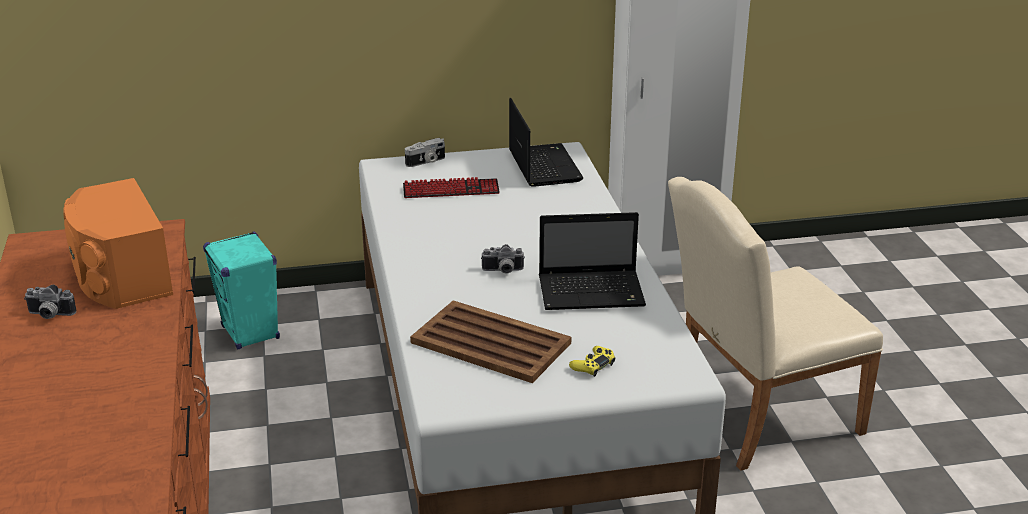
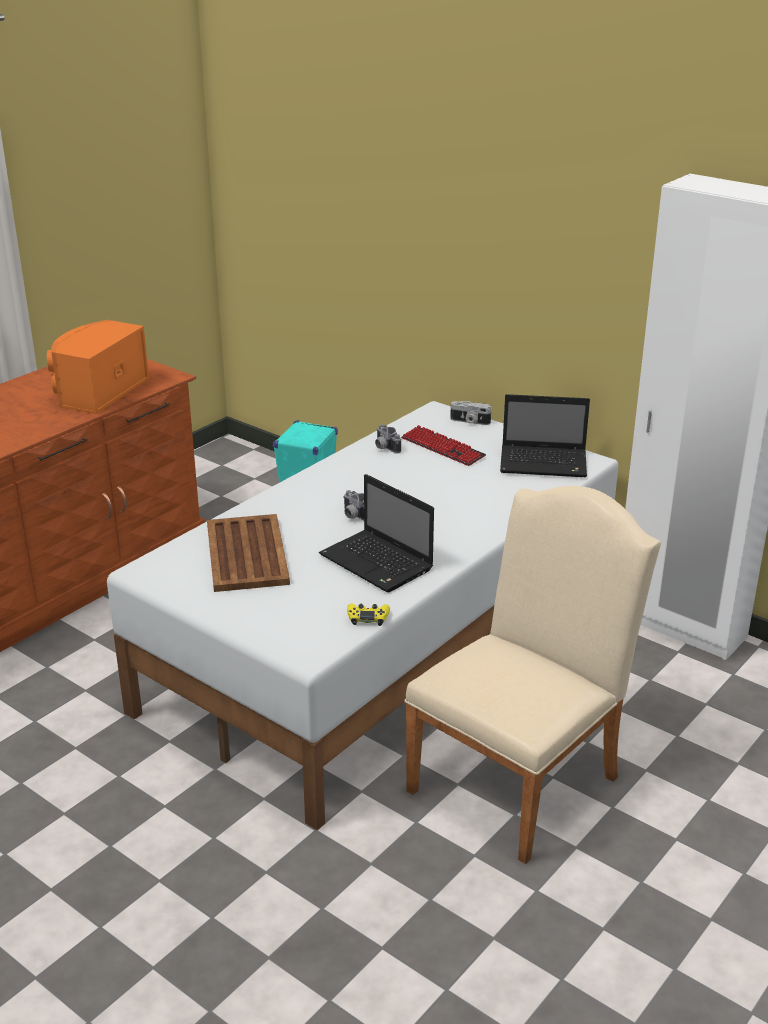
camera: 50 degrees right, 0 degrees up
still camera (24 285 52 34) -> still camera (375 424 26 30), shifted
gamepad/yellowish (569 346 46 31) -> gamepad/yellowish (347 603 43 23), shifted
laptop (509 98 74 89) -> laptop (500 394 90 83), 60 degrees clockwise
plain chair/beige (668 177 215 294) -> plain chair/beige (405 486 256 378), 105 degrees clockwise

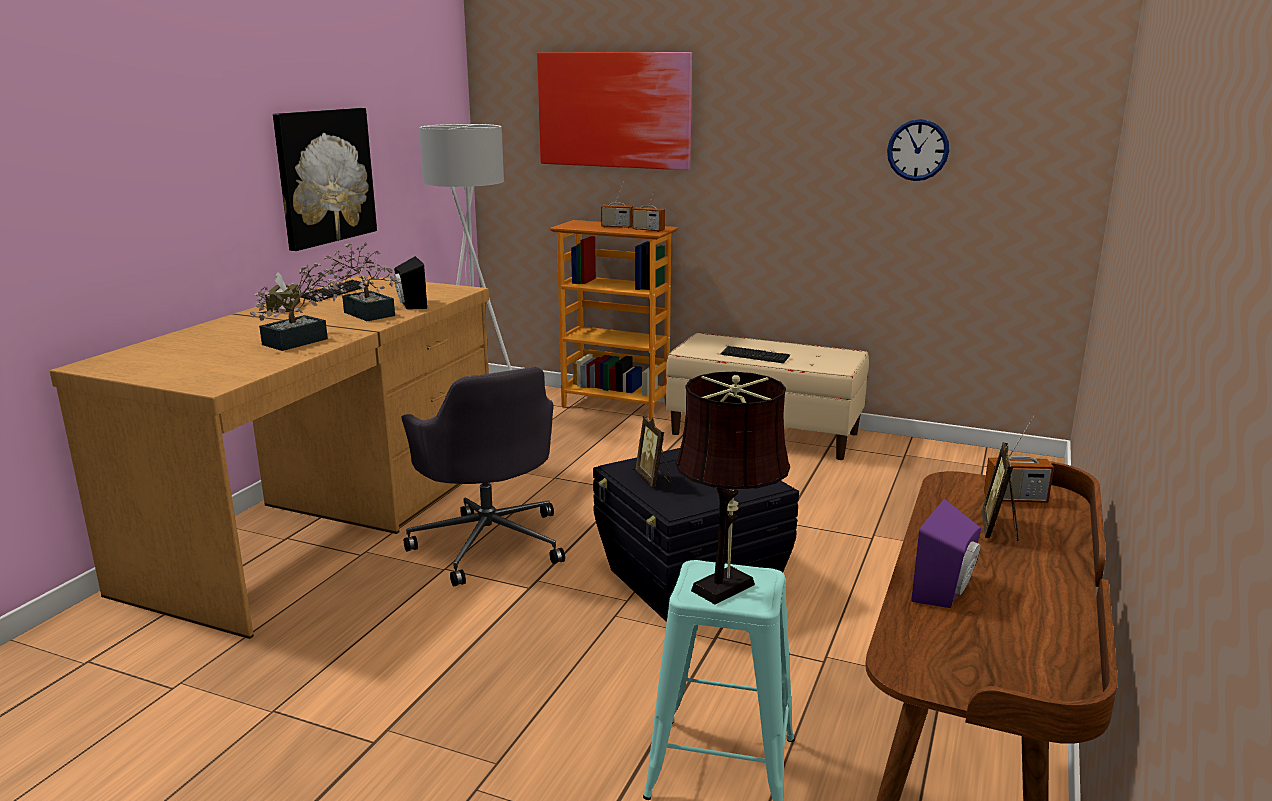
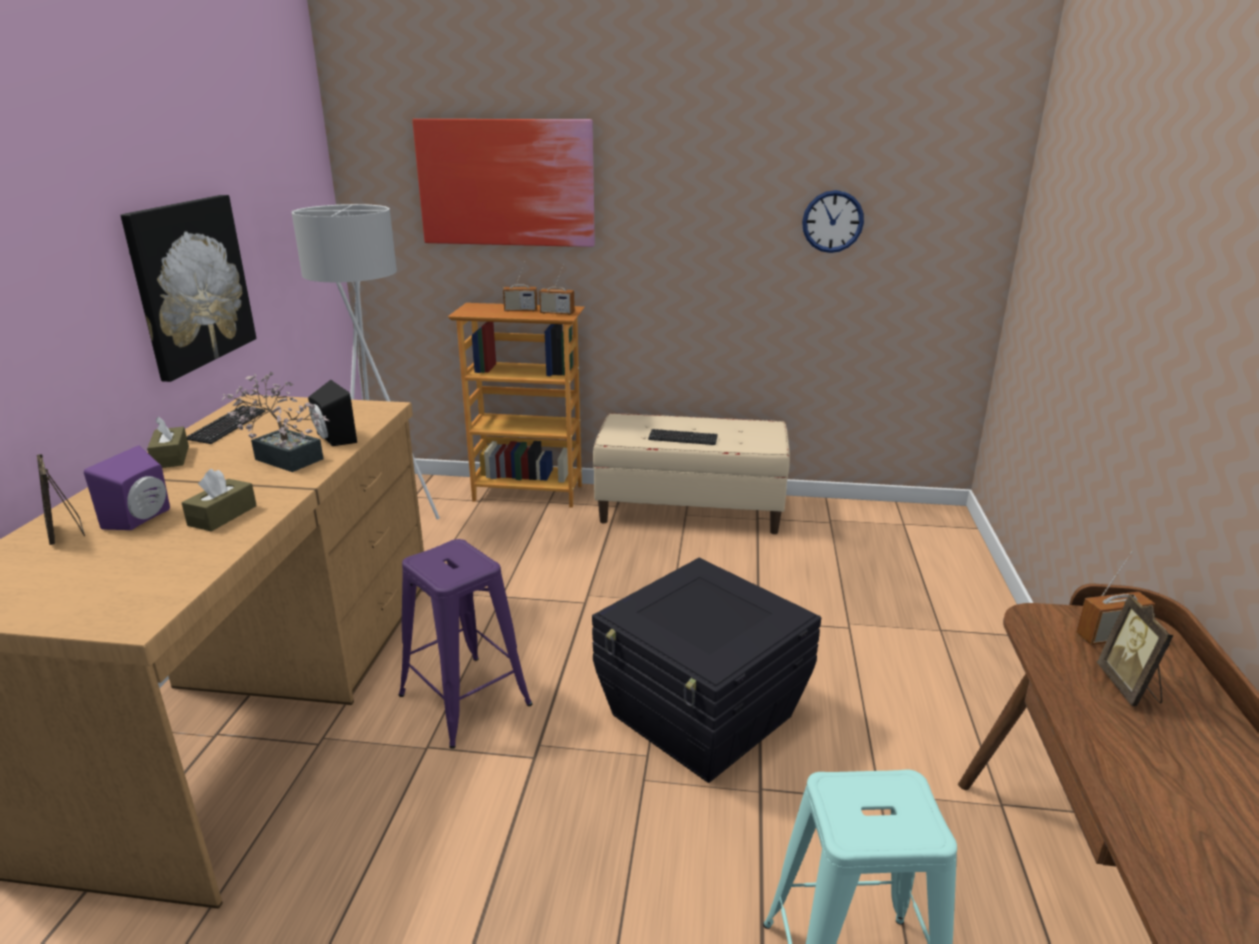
camera: 15 degrees left, 5 degrees up
table lamp/brownish (676 372 114 233) -> none
picture frame (636 417 36 70) -> picture frame (37 454 48 91), shifted
loudspeaker/purplish (911 499 70 109) -> loudspeaker/purplish (84 445 86 85), shifted
houseplant (250 263 89 88) -> tissue holder/brownish (182 469 75 63)
computer chair/grey (401 366 164 221) -> stool/purplish (399 539 133 210)

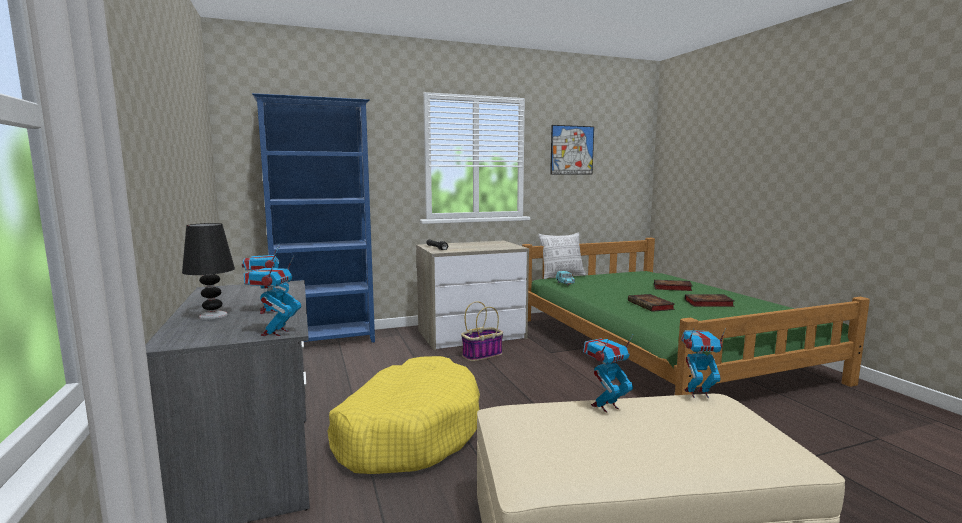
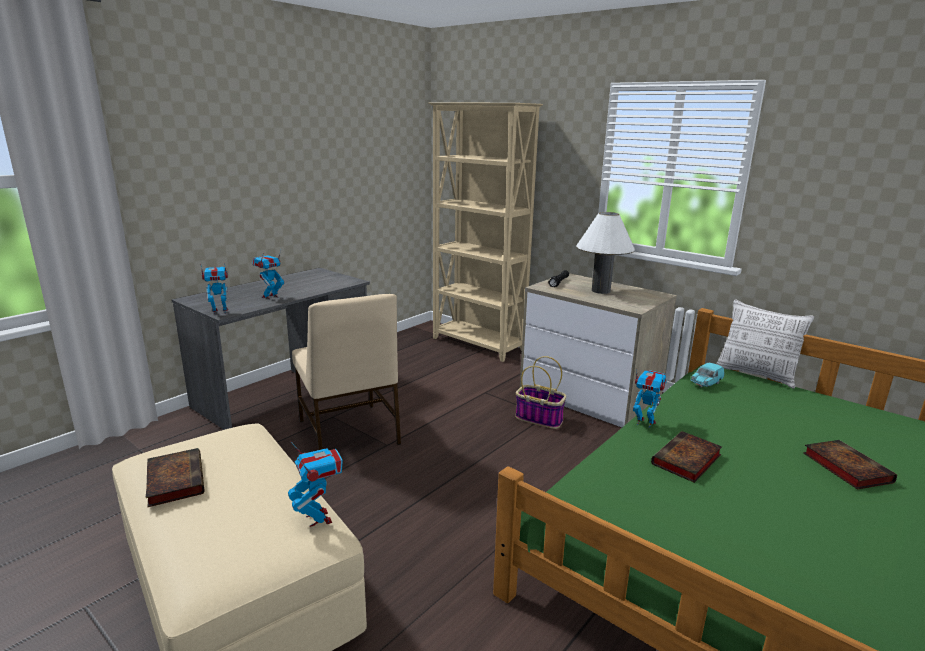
camera: 60 degrees right, 10 degrees up
table lamp/black-coloured (182 223 53 97) -> none
wall art (550 125 44 50) -> none
none -> table lamp/whitish (576 212 59 82)
model robot (583 335 50 77) -> model robot (633 368 34 60), shifted
bound book (685 294 50 13) -> bound book (146 448 58 59), shifted
dog bed/yellowish (327 356 153 118) -> plain chair/beige (292 294 109 156)
shelving unit/blue (252 93 123 250) -> shelving unit/beige (428 103 115 259)

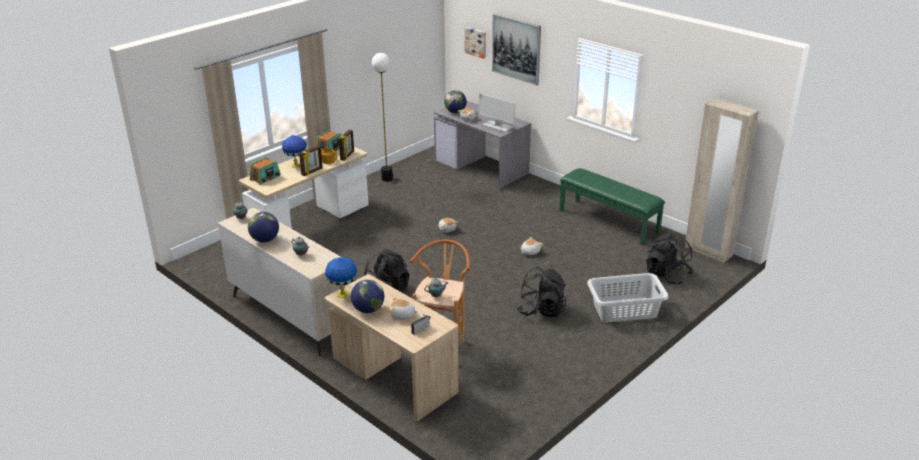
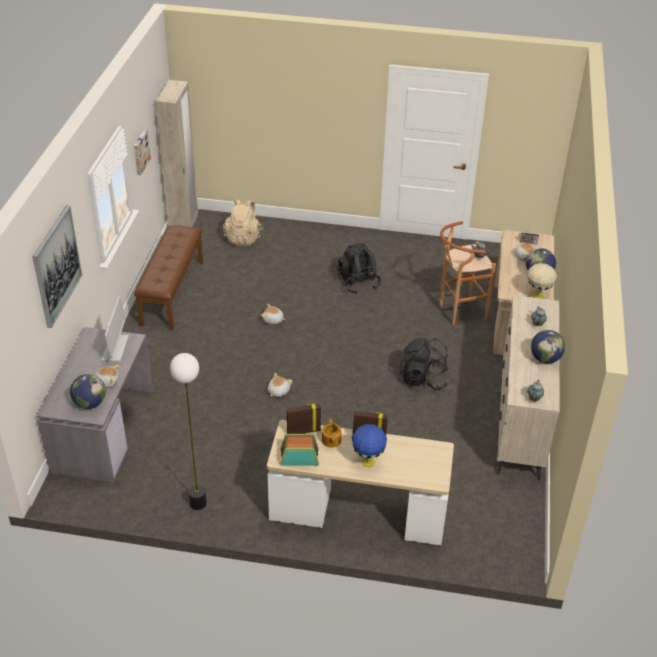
camera: 125 degrees left, 10 degrees up
radio receiver (250 157 31 28) -> none
laundry basket/grey (587 273 82 49) -> none
wall art (464 27 22 32) -> wall art (134 129 17 46), shifted
table lamp/blue (325 257 32 41) -> table lamp/beige (528 263 29 36)
bench/green-coloured (559 168 106 77) -> bench/brownish (134 225 69 105)
knapsack/black-coloured (646 233 47 51) -> knapsack/beige (223 199 40 47)

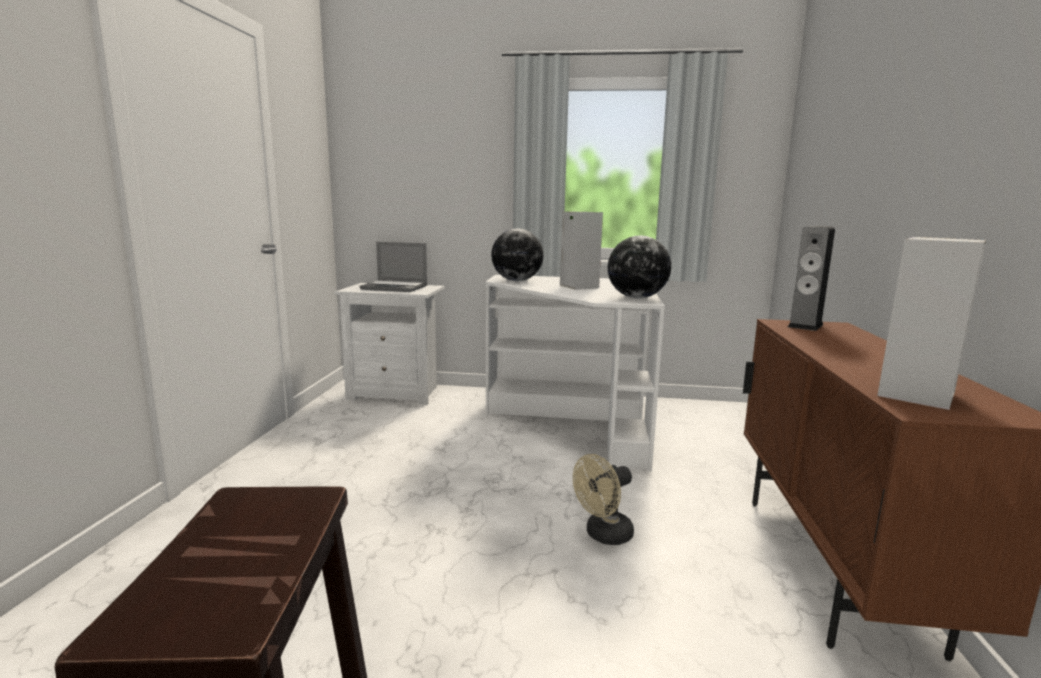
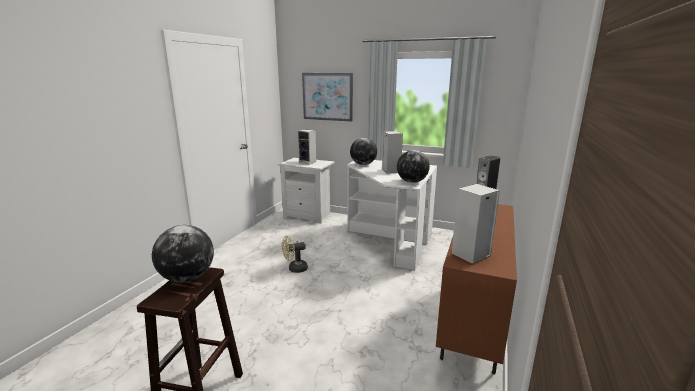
camera: 15 degrees right, 5 degrees up
none -> desk globe (152 225 62 57)
none -> wall art (302 73 51 49)
cooling fan/beige (573 454 61 91) -> cooling fan/beige (282 236 26 37), shifted
laptop (360 242 67 50) -> loudspeaker (298 129 18 36)

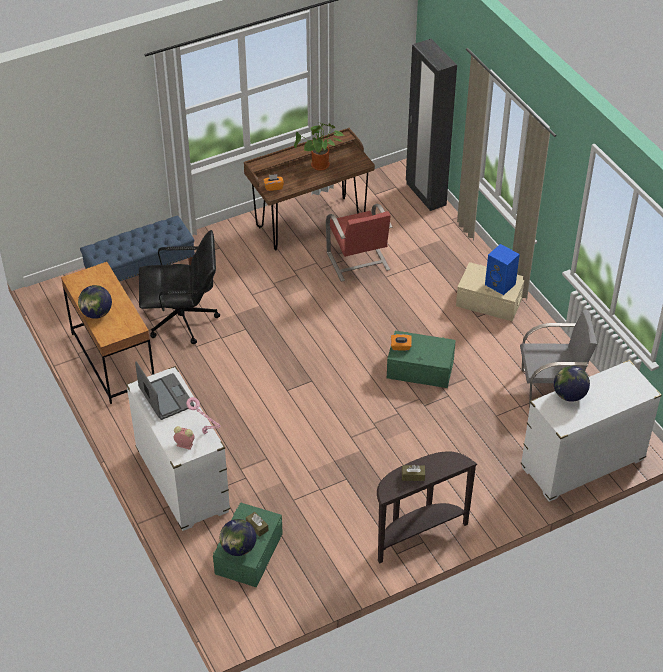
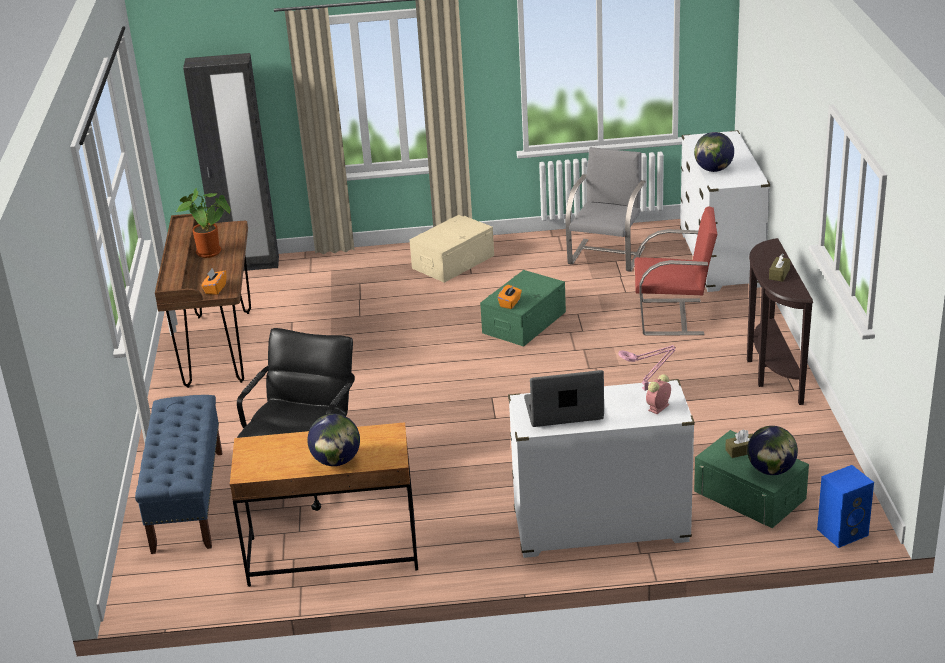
camera: 65 degrees left, 15 degrees down
plain chair/reddish (326 204 66 77) -> plain chair/reddish (634 206 83 130), shifted
loudspeaker/blue (485 244 35 51) -> loudspeaker/blue (817 465 57 83), shifted

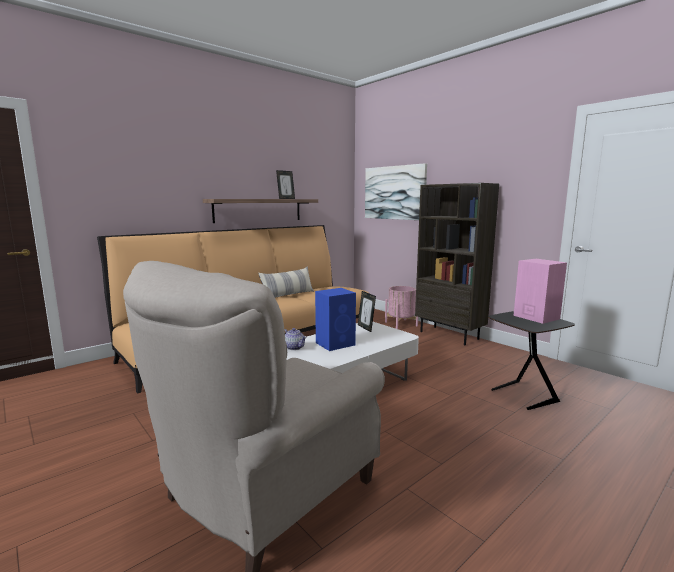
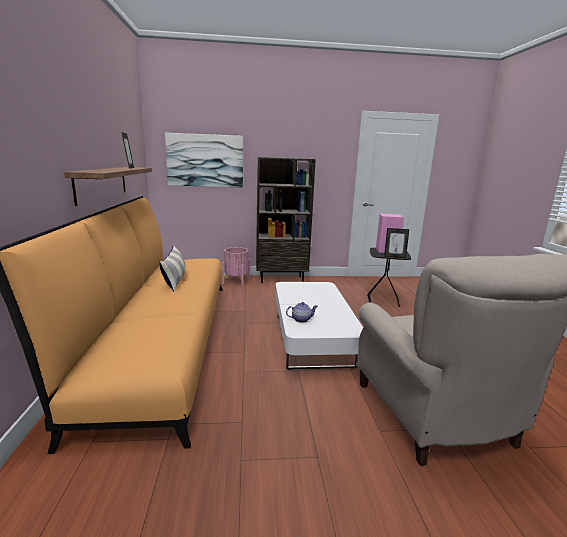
camera: 55 degrees left, 5 degrees up
loudspeaker/blue (315 288 41 63) -> none
picture frame (358 291 18 41) -> picture frame (384 228 25 30), shifted

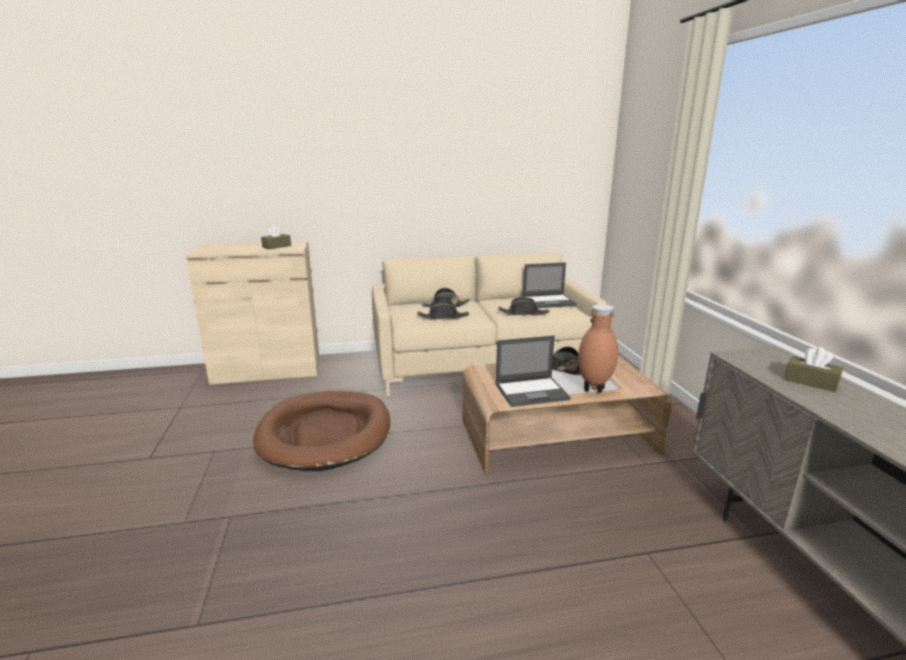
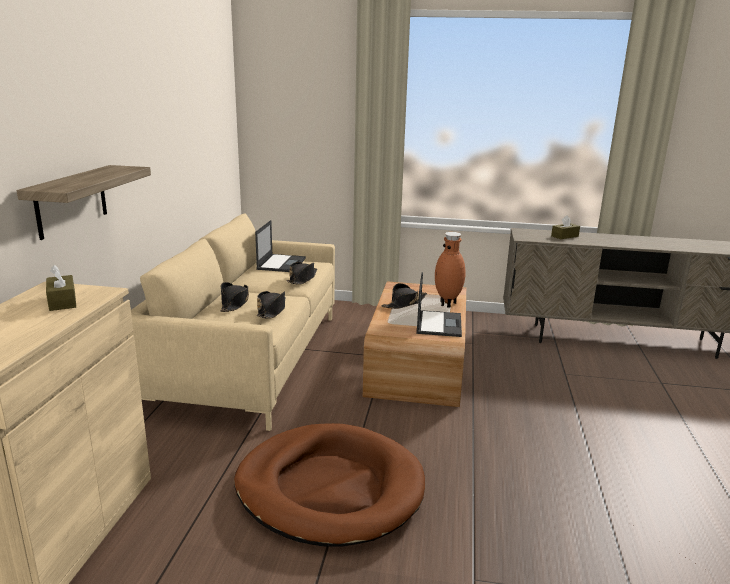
camera: 70 degrees left, 0 degrees up
none -> shelf (17 165 134 75)

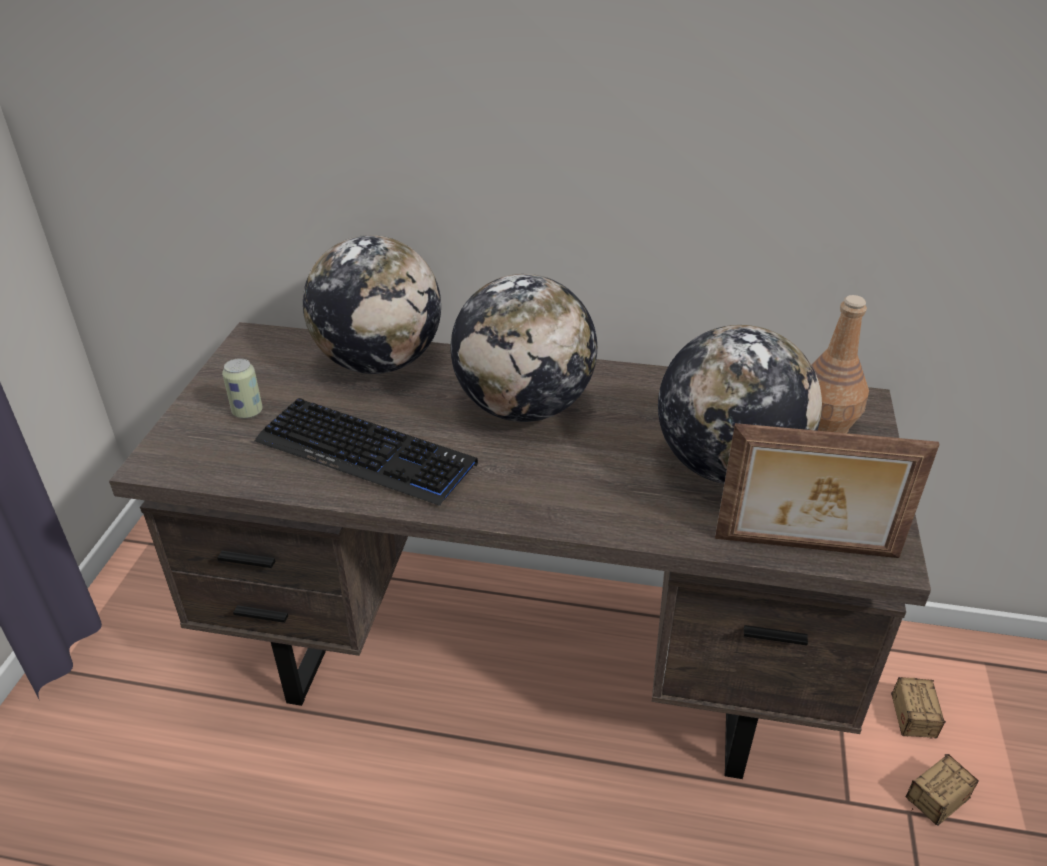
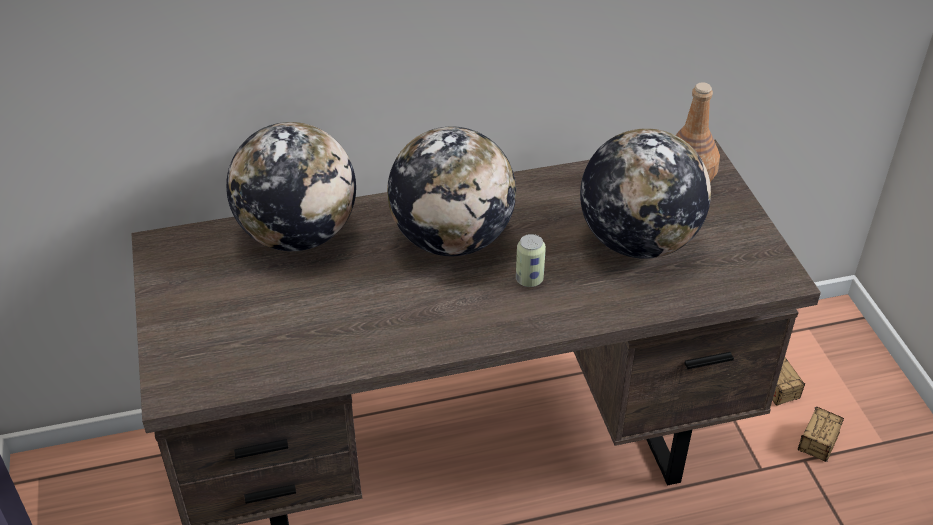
camera: 25 degrees left, 5 degrees up
computer keyboard (255 398 223 108) -> none
picture frame (715 423 225 135) -> none
sealed can (222 358 41 61) -> sealed can (516 234 30 53), shifted

